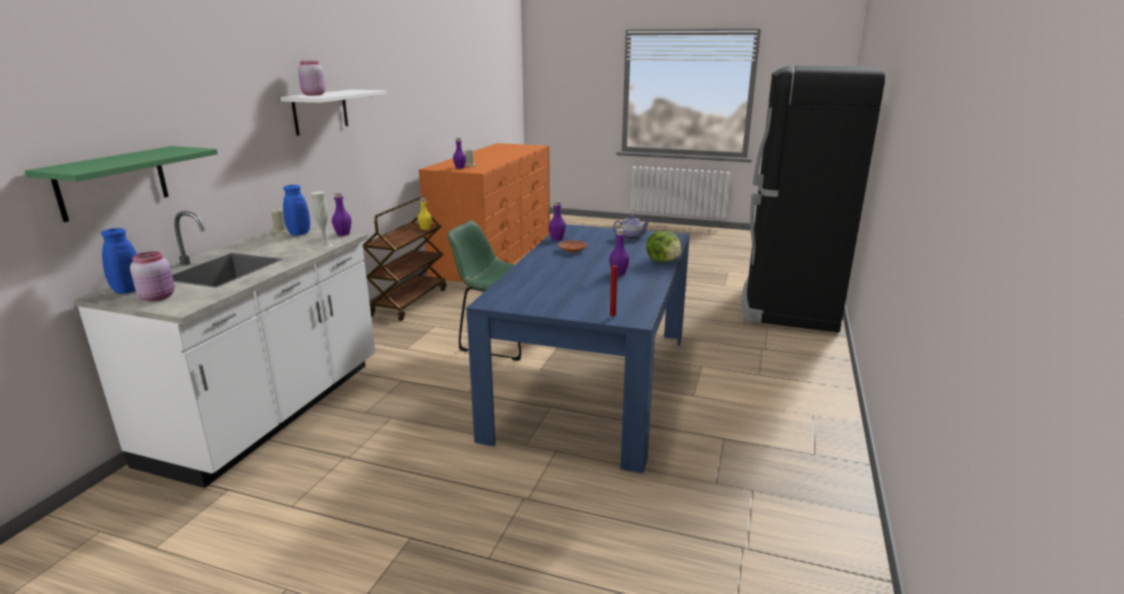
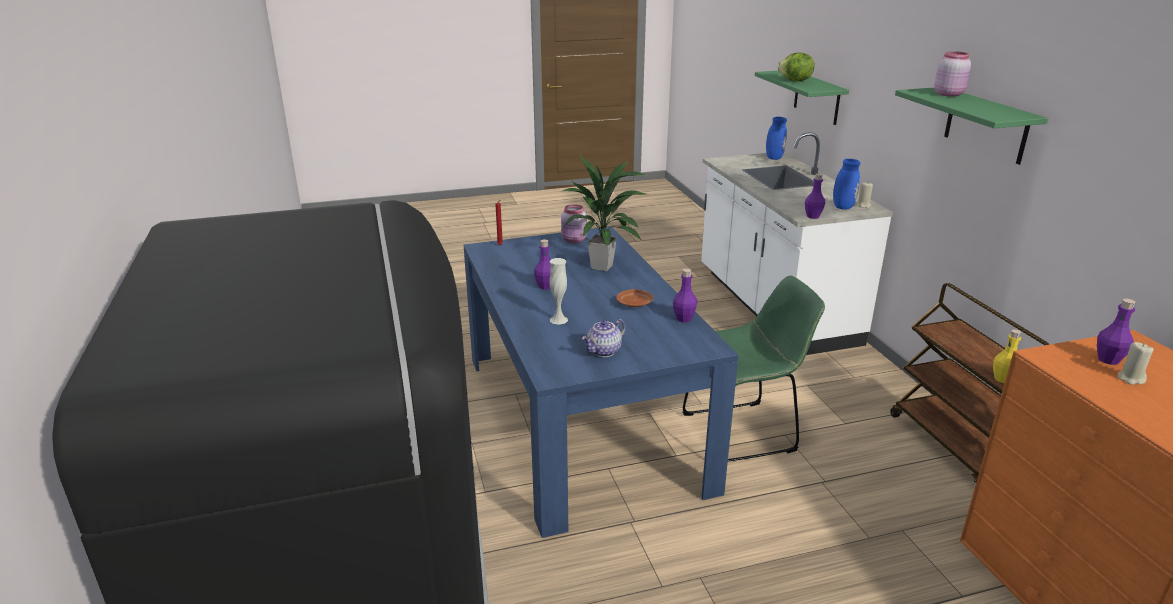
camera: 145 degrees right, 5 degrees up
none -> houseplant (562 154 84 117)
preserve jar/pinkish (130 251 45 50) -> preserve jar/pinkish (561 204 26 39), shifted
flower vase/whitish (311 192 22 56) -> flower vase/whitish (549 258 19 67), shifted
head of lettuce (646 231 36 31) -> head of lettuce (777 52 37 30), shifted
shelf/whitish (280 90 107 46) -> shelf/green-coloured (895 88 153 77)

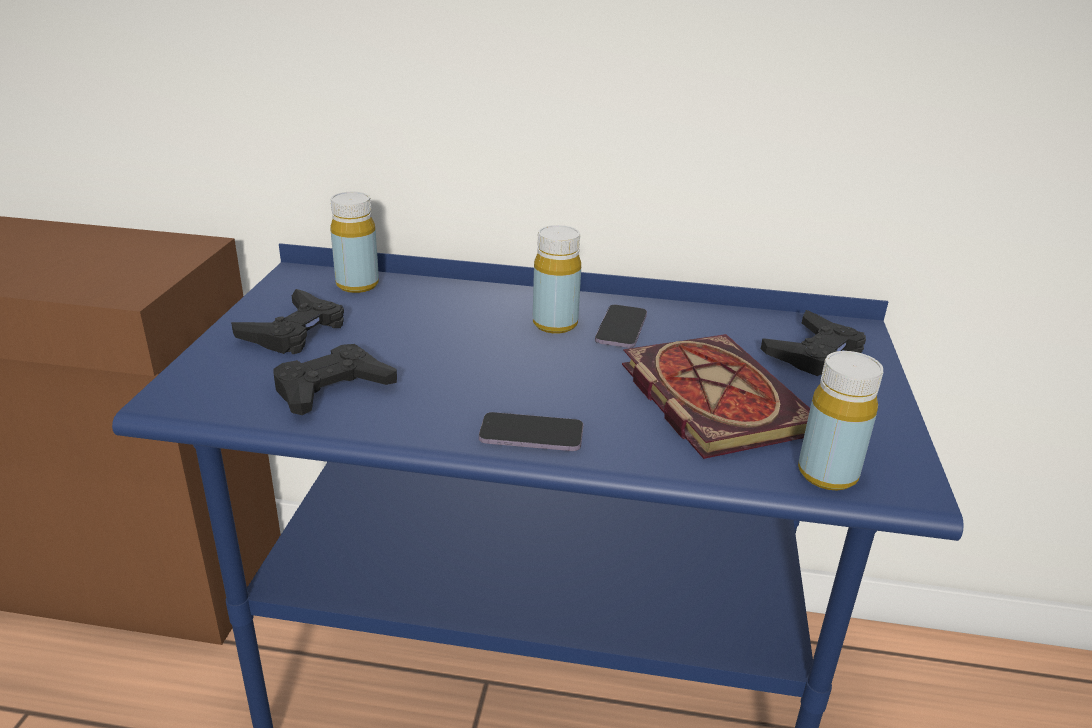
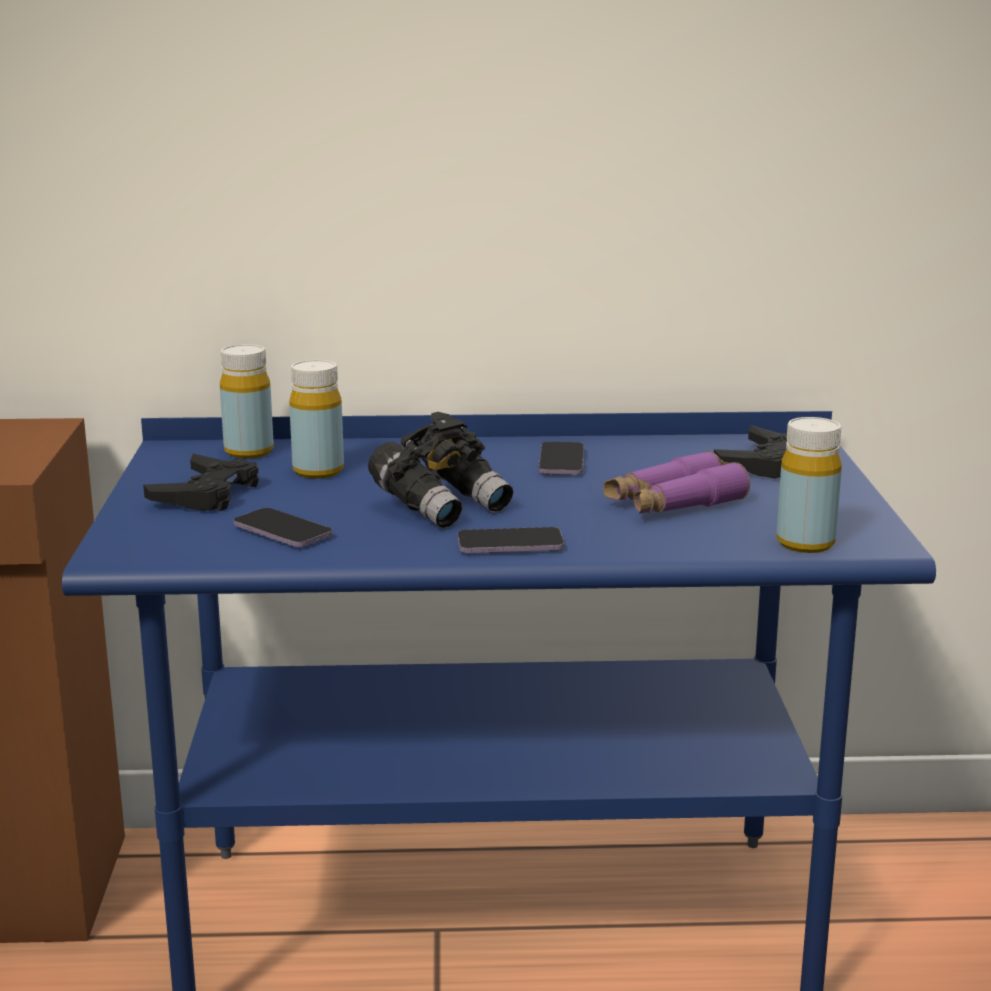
camera: 10 degrees left, 10 degrees down
none -> pair of binoculars/black-coloured (368 412 145 116)
drink bottle/yellowish (533 225 48 108) -> drink bottle/yellowish (289 360 55 119), shifted
gamepad/black-coloured (273 344 124 71) -> telephone (233 508 100 39)
bound book (622 334 188 125) -> pair of binoculars/purplish (603 451 147 63)

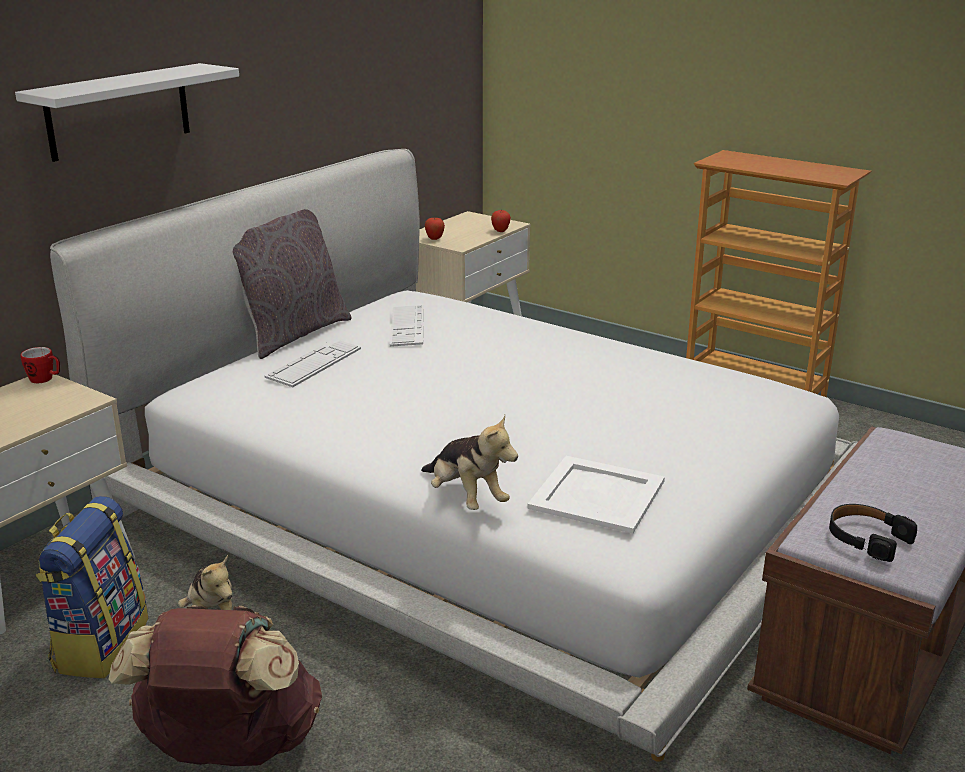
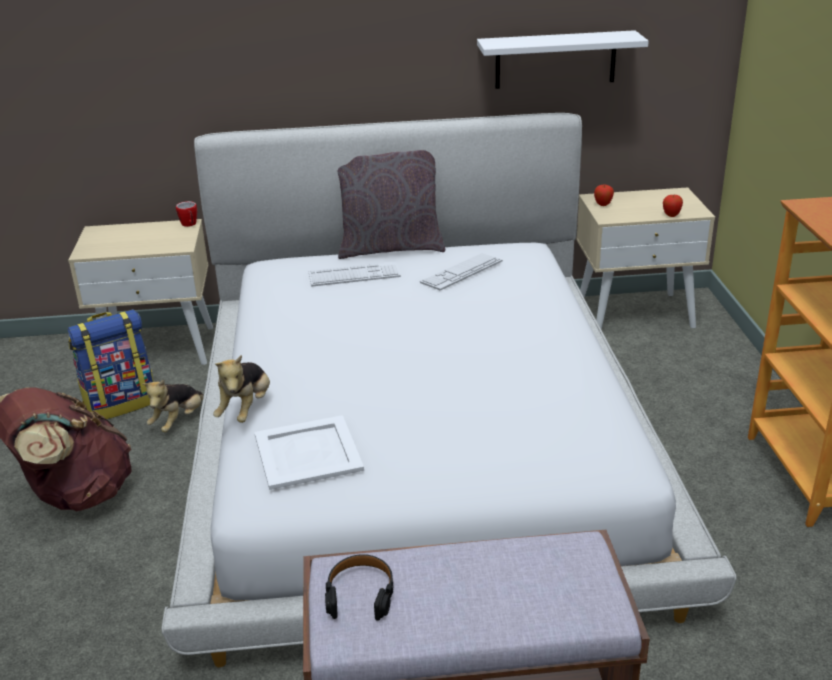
camera: 50 degrees right, 5 degrees up
shelf/whitish (15 63 224 99) -> shelf/whitish (477 30 172 59), shifted

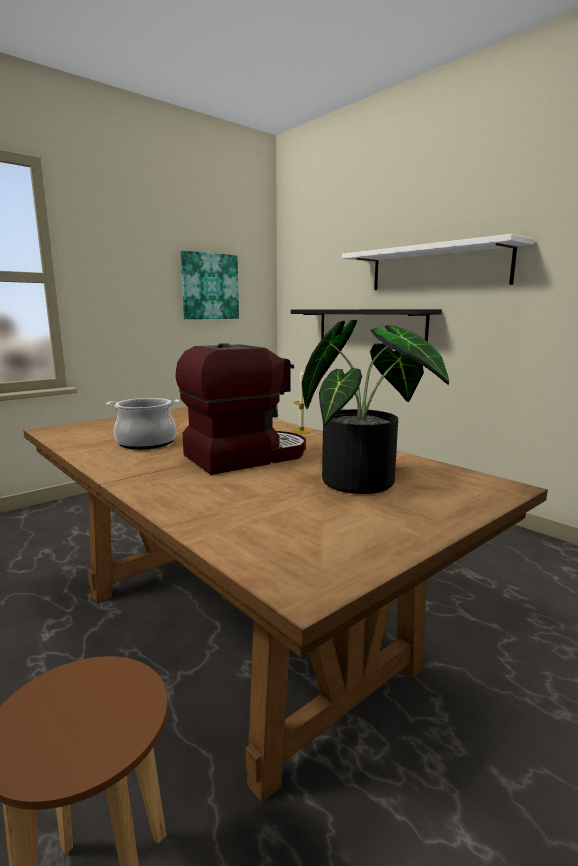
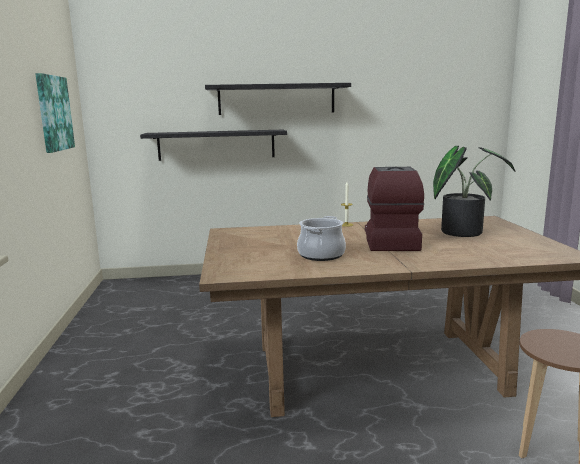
camera: 55 degrees left, 0 degrees up
shelf/whitish (342 234 192 56) -> shelf/black-coloured (205 83 146 32)

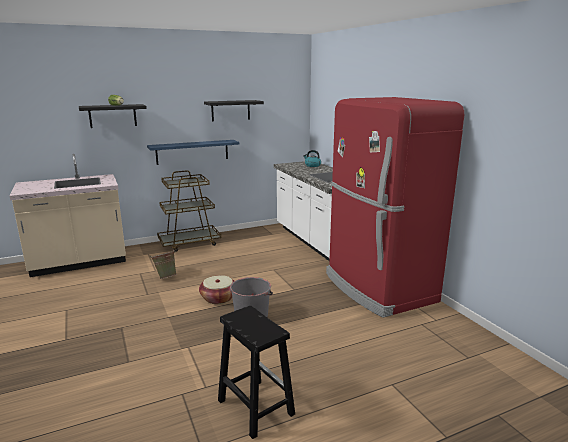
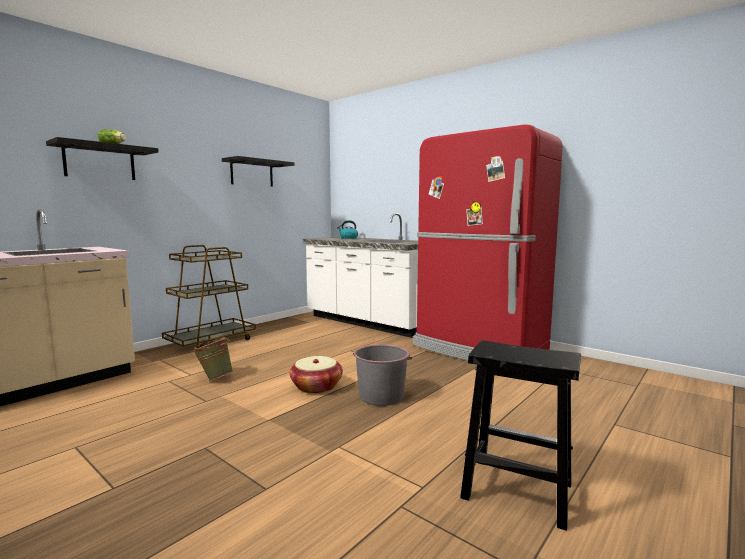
camera: 25 degrees left, 10 degrees down
shelf/blue (147 140 92 25) -> none

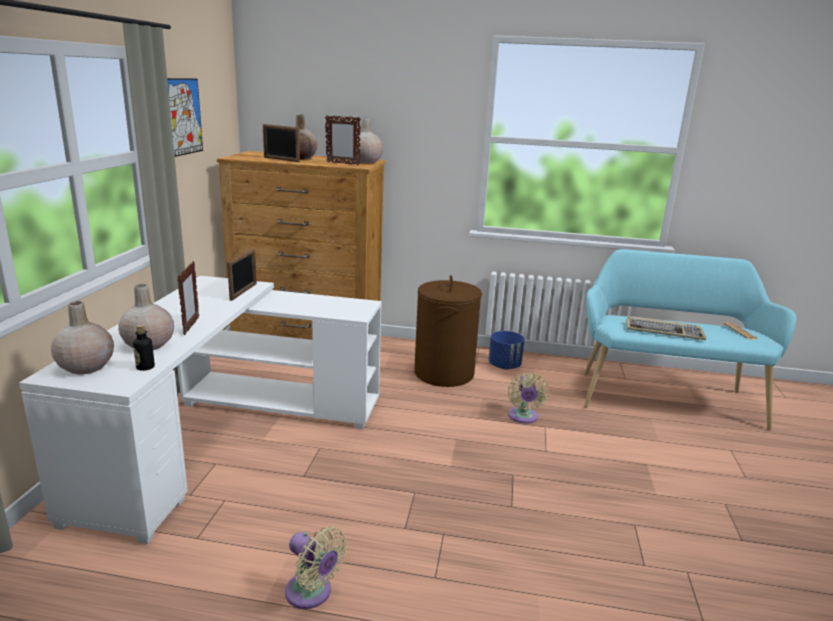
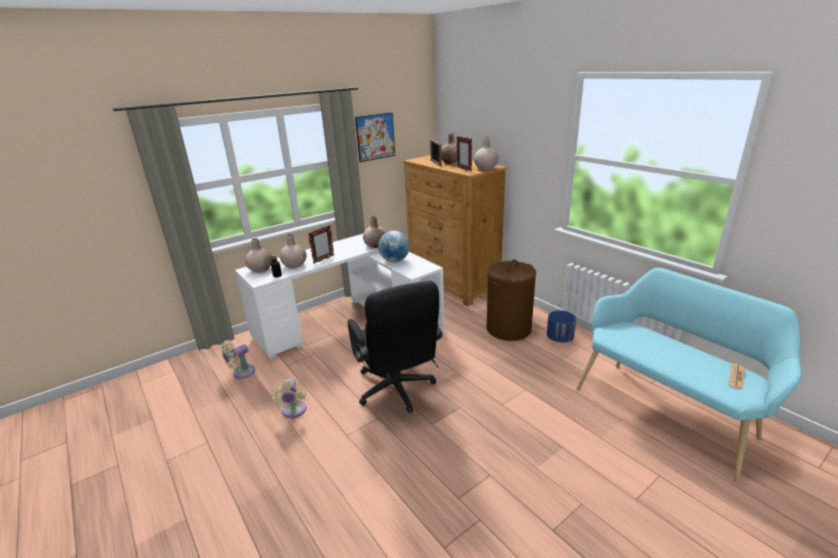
camera: 45 degrees right, 5 degrees up
computer keyboard (626 316 80 24) -> none
none -> computer chair/black-coloured (348 281 95 132)
none -> desk globe (378 231 32 31)
cooling fan/beige (508 373 41 51) -> cooling fan/beige (220 342 35 37), shifted
picture frame (227 249 30 52) -> flower vase/beige (363 216 23 32)

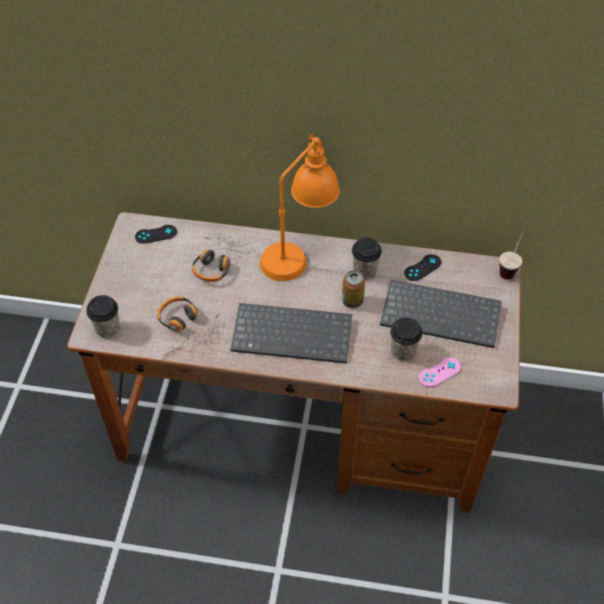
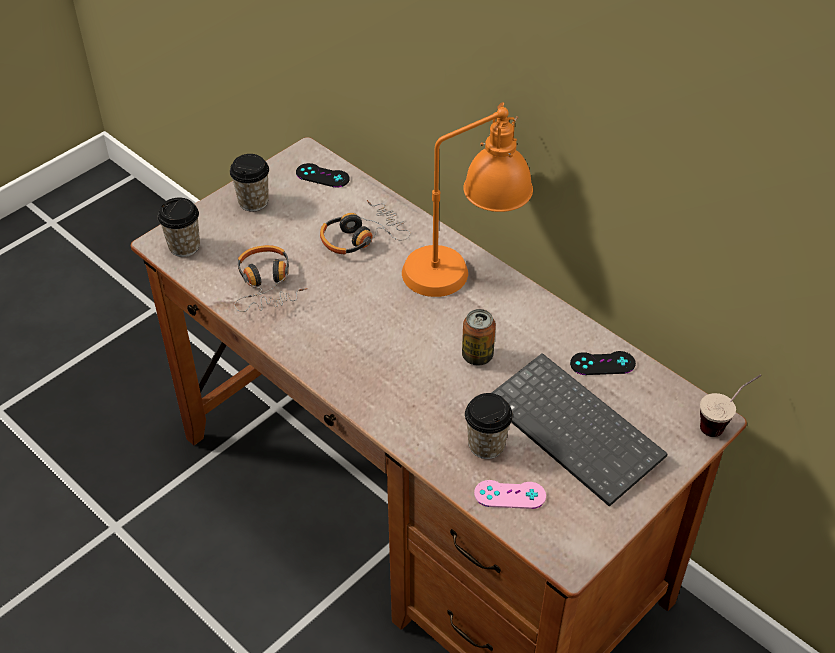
camera: 35 degrees right, 5 degrees down
computer keyboard (231 303 121 60) -> none
small cup (352 237 30 42) -> small cup (230 154 39 57), shifted

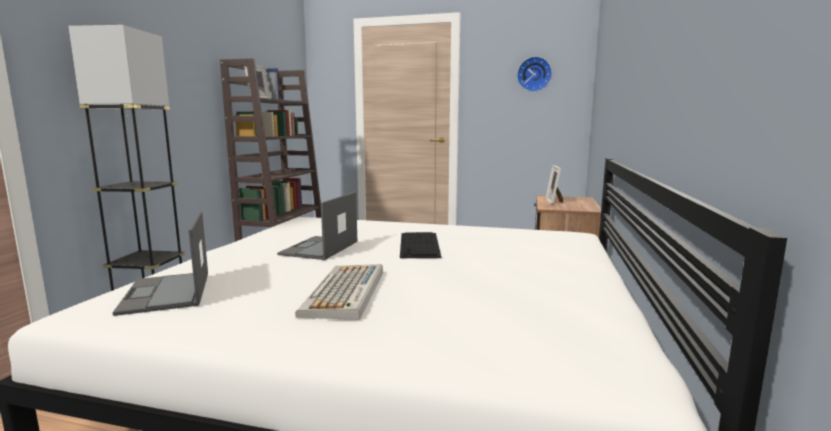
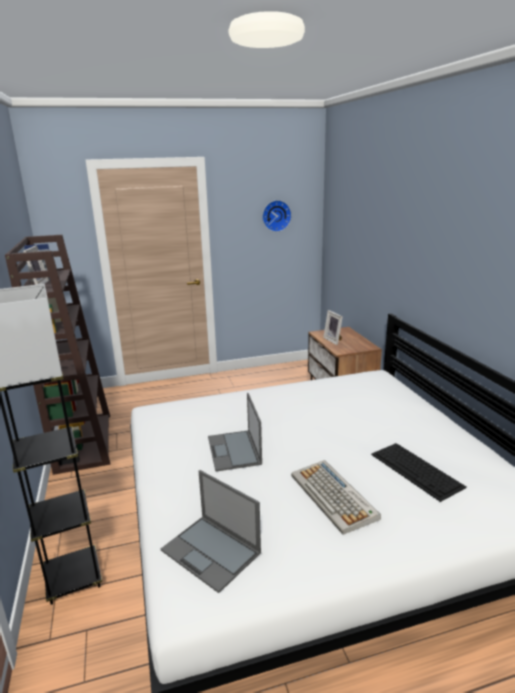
camera: 30 degrees left, 10 degrees up
computer keyboard (400 232 41 26) -> computer keyboard (371 443 96 59), shifted

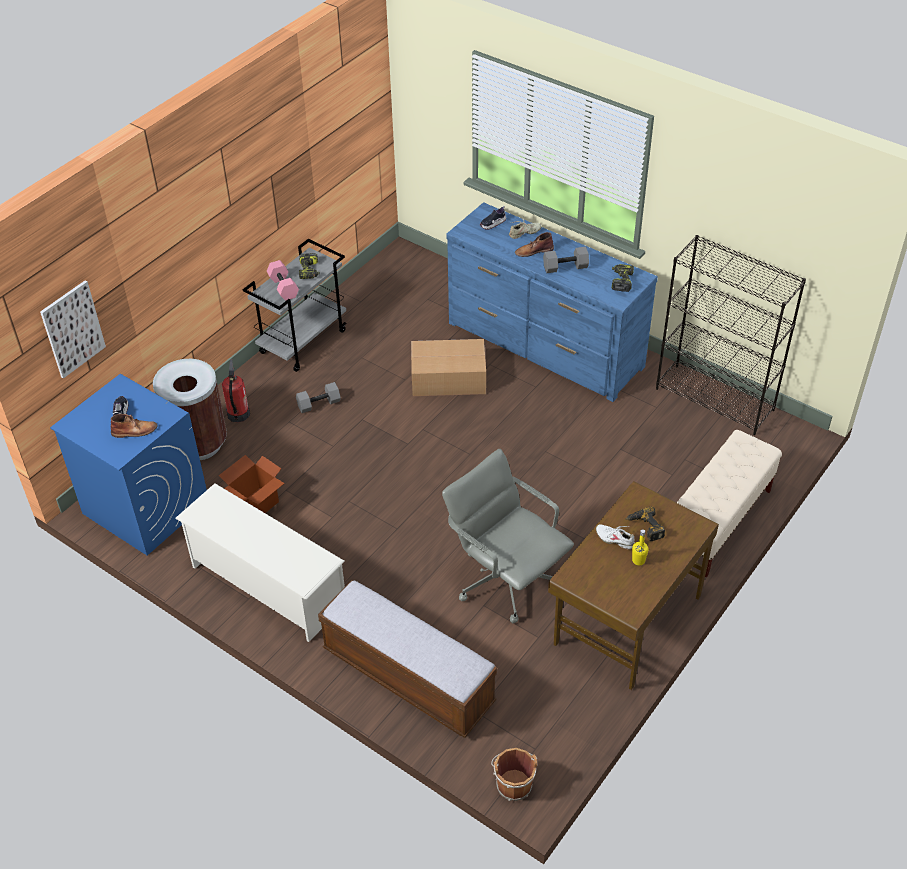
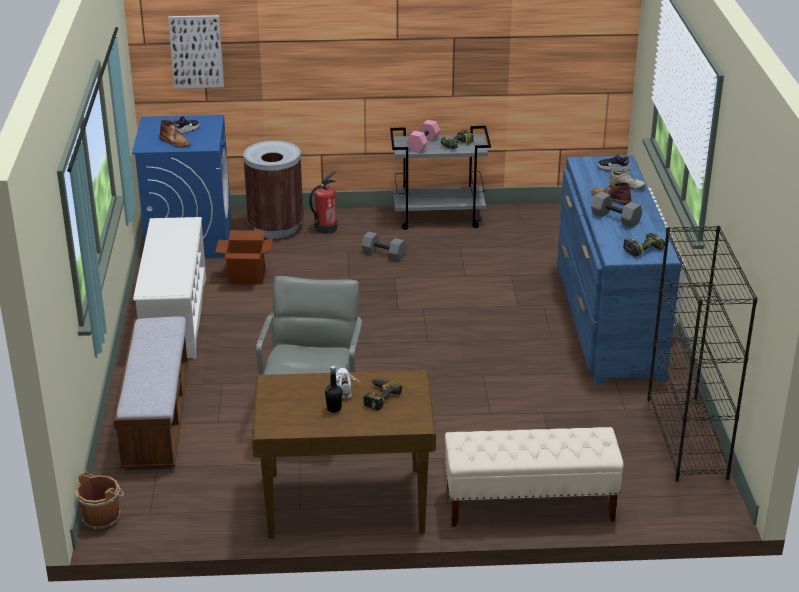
camera: 50 degrees right, 15 degrees down
carton (411 339 75 57) -> none
drink bottle/yellowish (632 529 16 36) -> drink bottle/black-coloured (325 366 18 47)

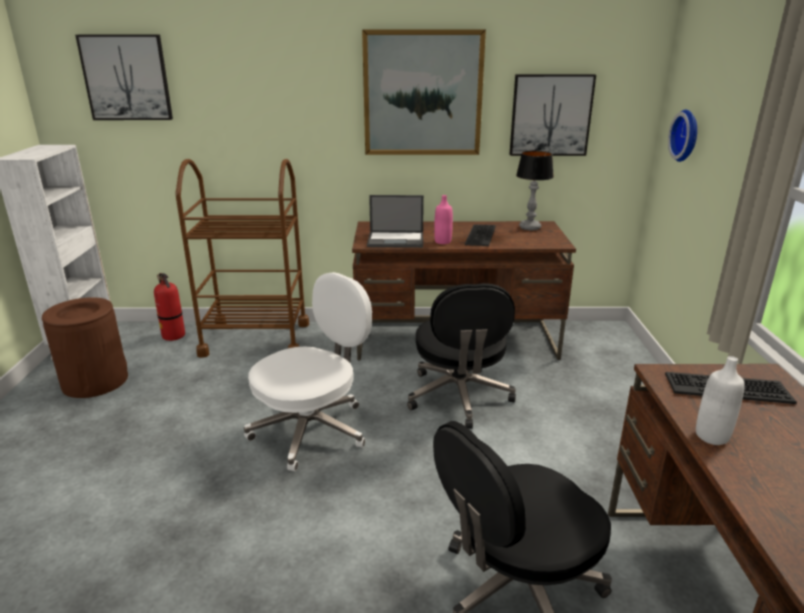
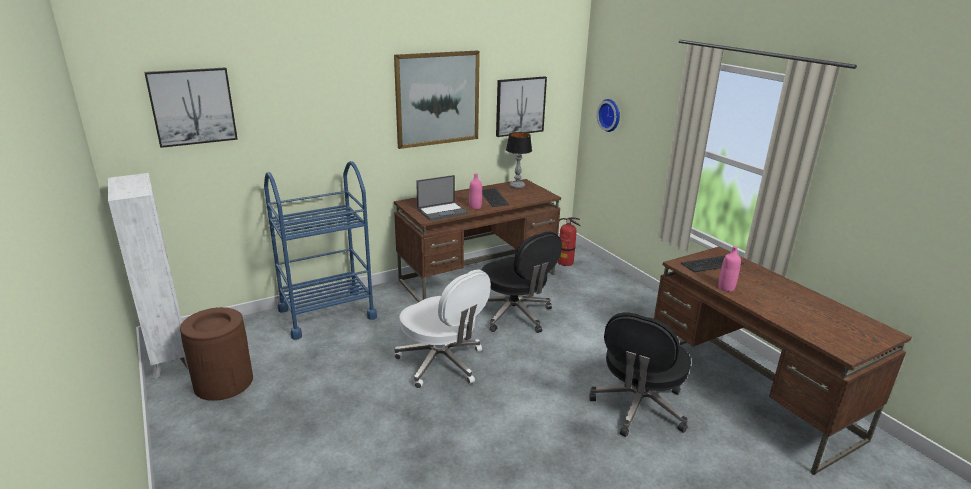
camera: 30 degrees left, 0 degrees up
fire extinguisher (154 273 31 68) -> fire extinguisher (558 217 23 49), shifted
cart/brownish (175 159 134 199) -> cart/blue (264 161 113 179)
drink bottle/whitish (696 356 49 89) -> drink bottle/pinkish (718 246 23 46)
computer chair/whitish (244 272 128 199) -> computer chair/whitish (394 270 97 118), 120 degrees clockwise

